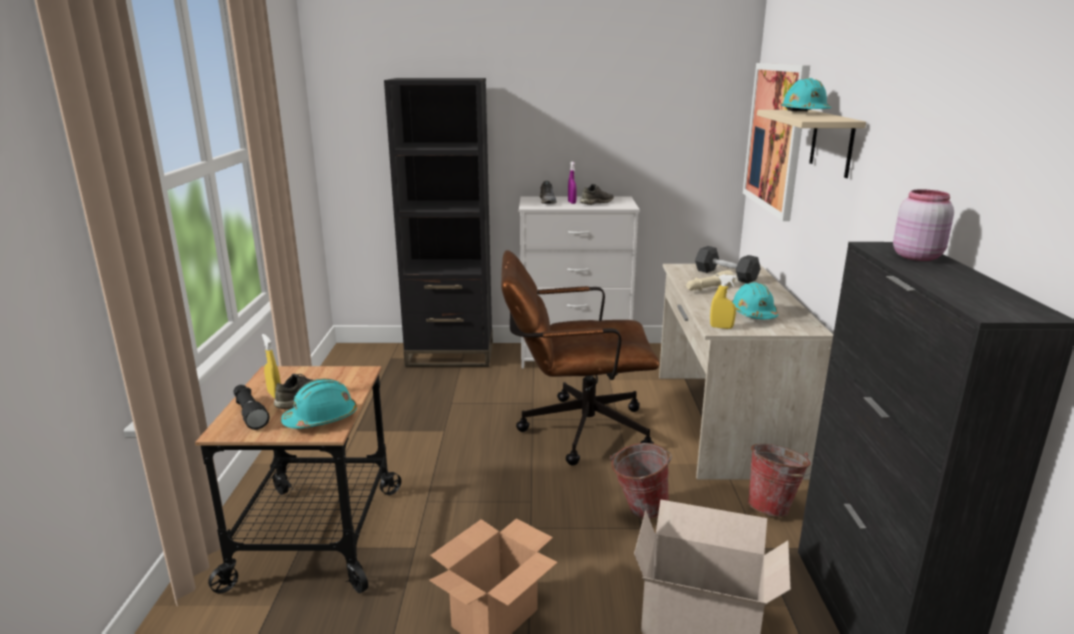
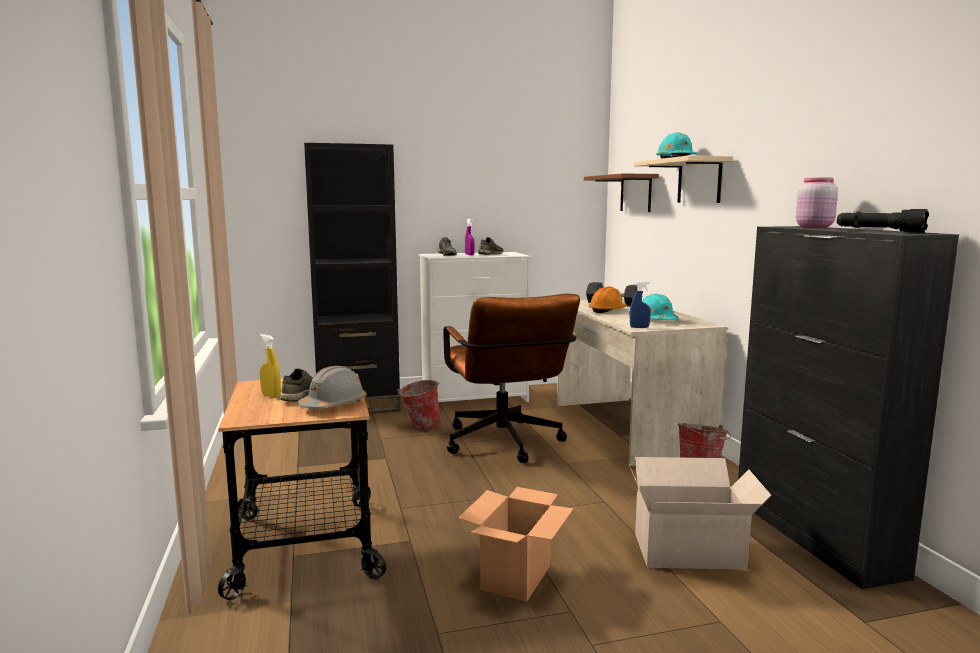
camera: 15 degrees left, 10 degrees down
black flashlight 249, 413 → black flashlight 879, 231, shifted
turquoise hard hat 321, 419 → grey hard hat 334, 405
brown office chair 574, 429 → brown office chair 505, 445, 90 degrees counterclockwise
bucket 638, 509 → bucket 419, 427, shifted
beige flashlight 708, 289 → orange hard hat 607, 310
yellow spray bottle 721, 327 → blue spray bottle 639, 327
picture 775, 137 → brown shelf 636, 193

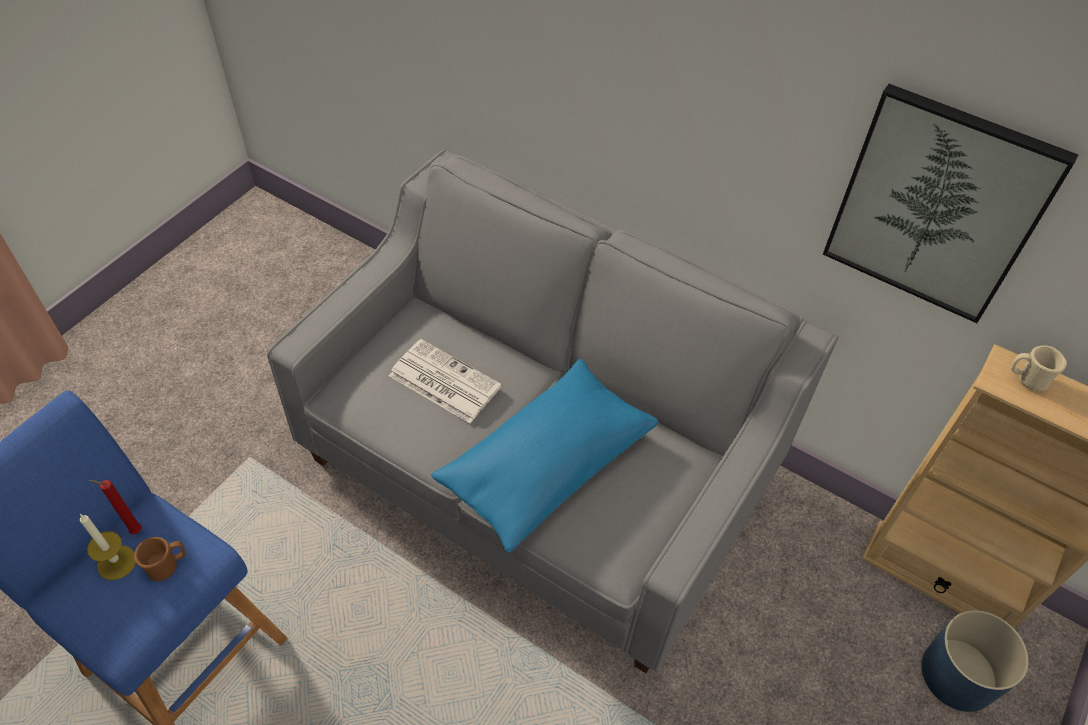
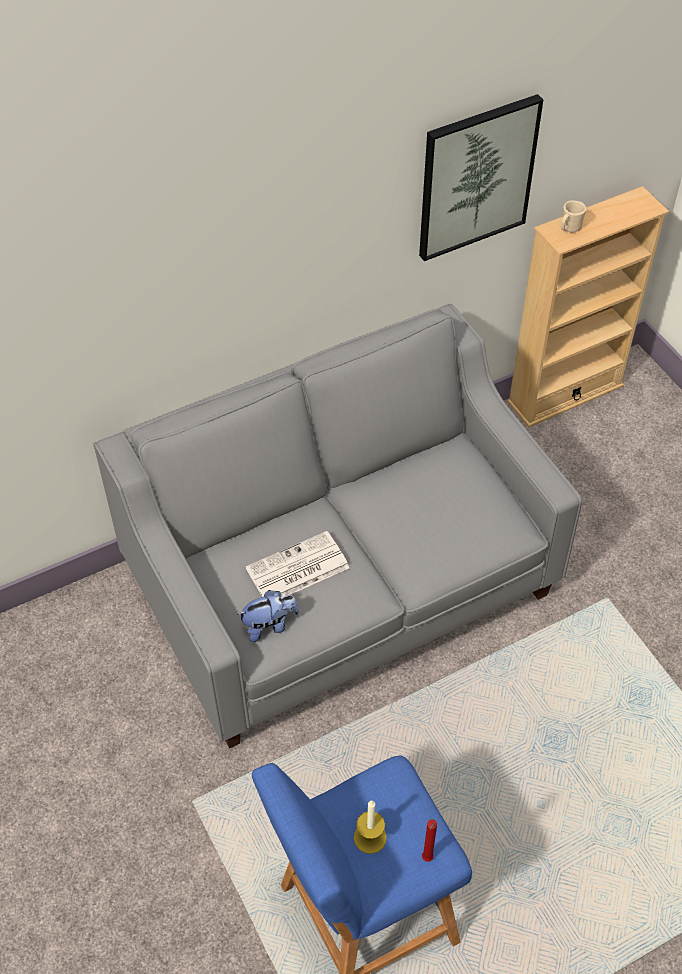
camera: 60 degrees left, 0 degrees up
red candle 134, 531 → red candle 426, 859, shifted
brown mug 167, 566 → -
blue pillow 546, 465 → -
blue planter 959, 674 → -
- → plush toy 269, 626

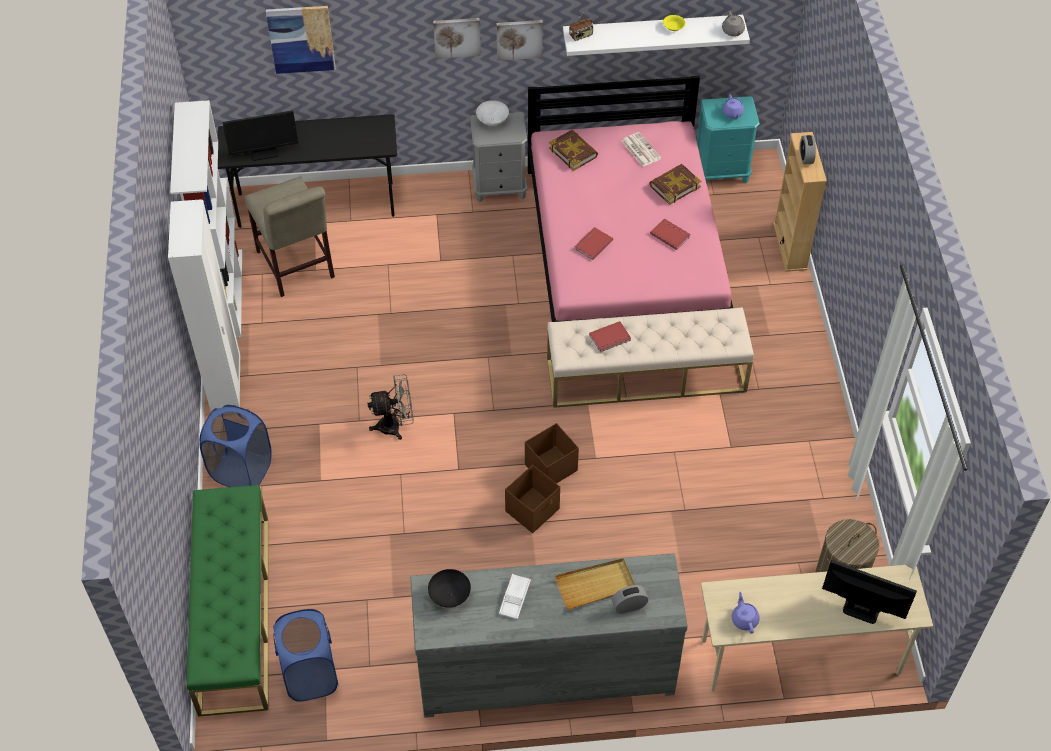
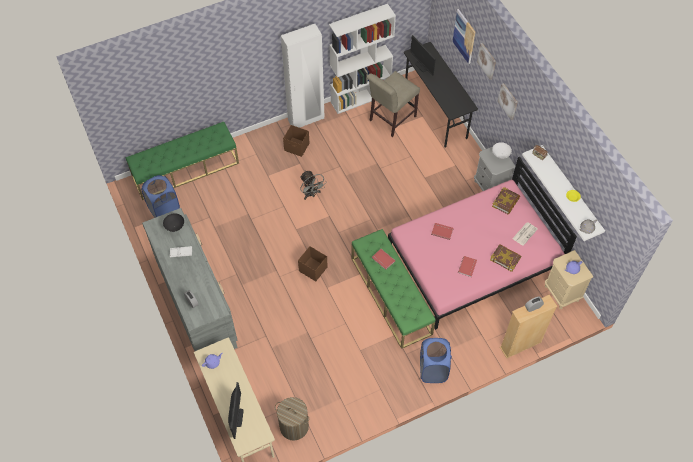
camera: 70 degrees right, 5 degrees up
blue laundry basket 241, 470 → blue laundry basket 433, 370, shifted
picture 519, 39 → picture 487, 61, shifted
brown storage box 533, 510 → brown storage box 297, 147, shifted
beige bench 646, 375 → green bench 391, 296
beige tray 595, 585 → -
turquoise nightstand 722, 171 → beige nightstand 562, 293

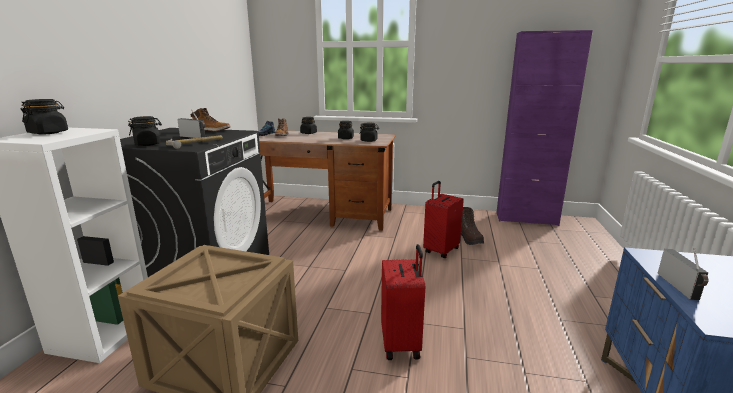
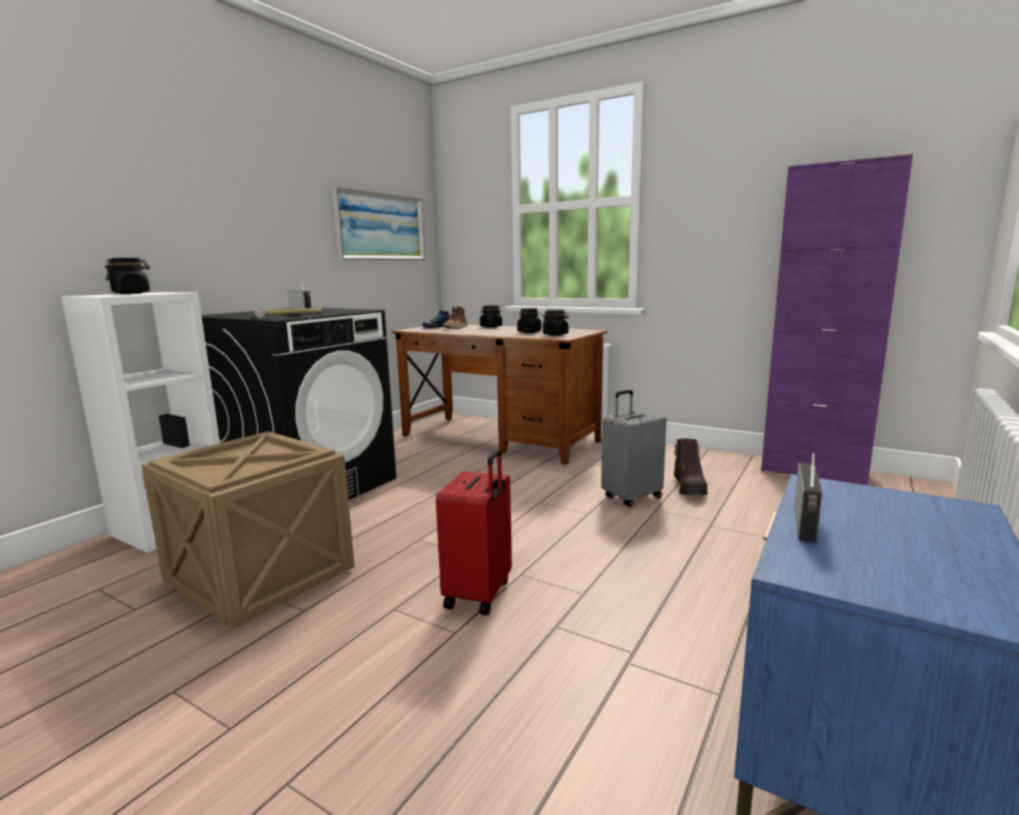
camera: 20 degrees right, 5 degrees down
black jar 148, 144 → -
boot 212, 130 → -
red suitcase 440, 250 → grey suitcase 631, 497
- → picture 381, 227

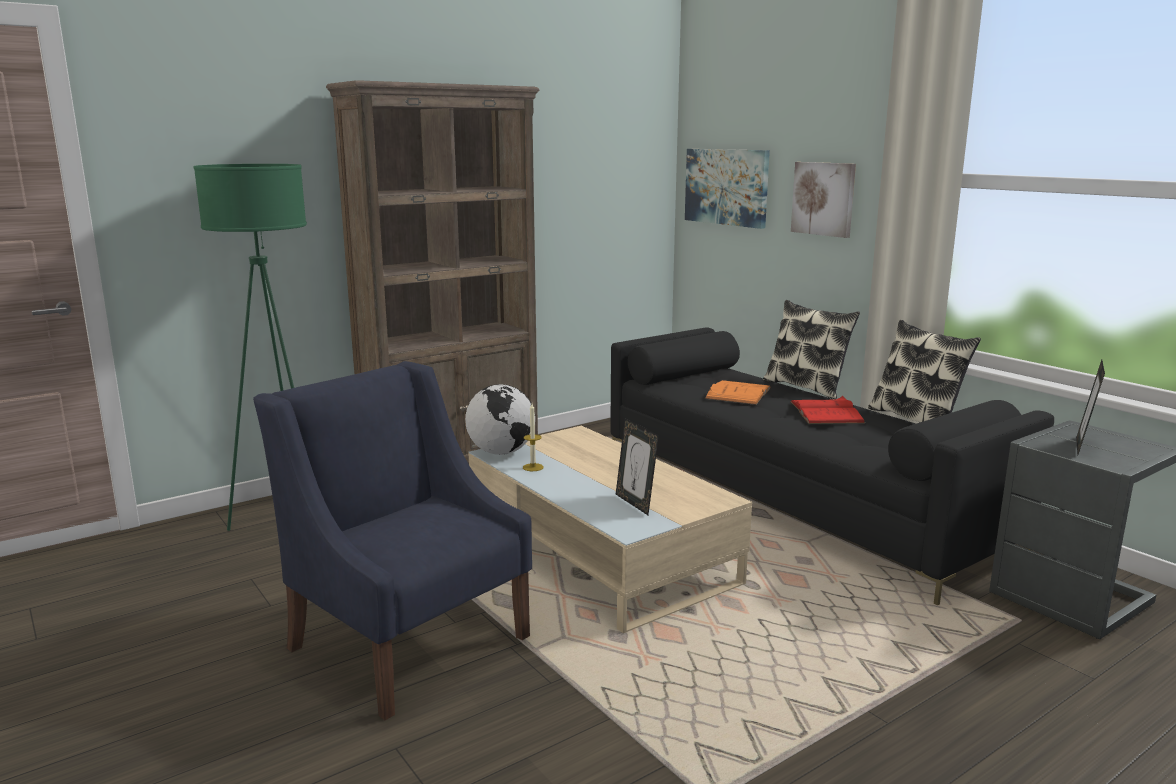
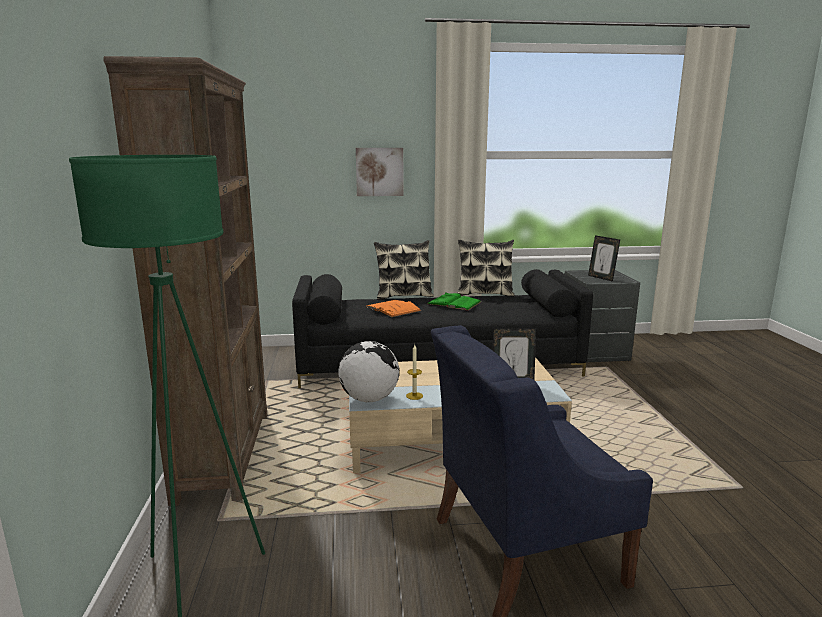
camera: 60 degrees left, 0 degrees up
picture 727, 187 → -
red book 826, 412 → green book 454, 303

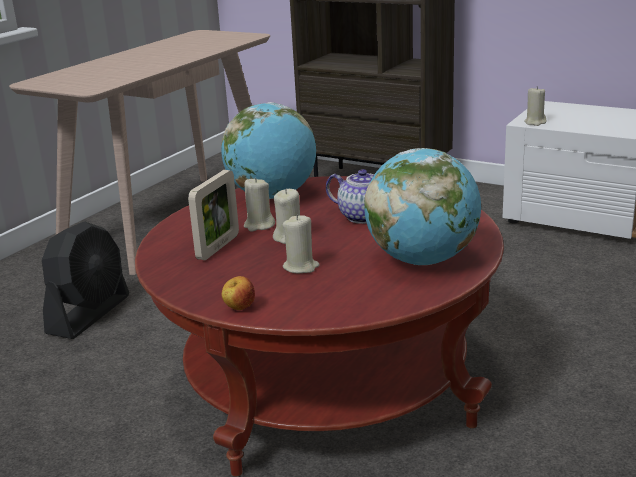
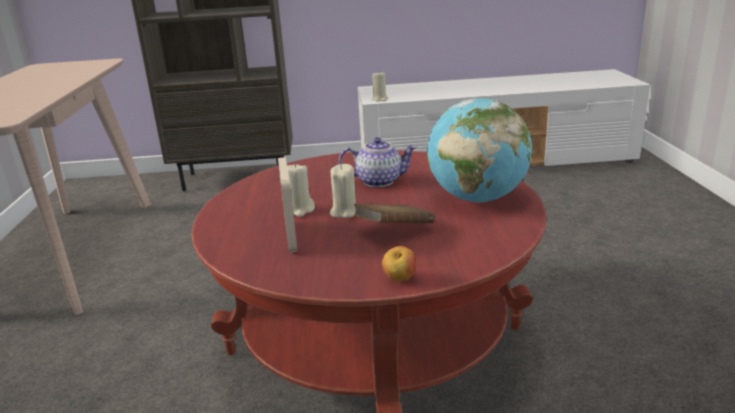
camera: 35 degrees left, 0 degrees up
black fan 89, 314 → -
globe 273, 196 → -
beige candle 301, 267 → brown book 394, 231

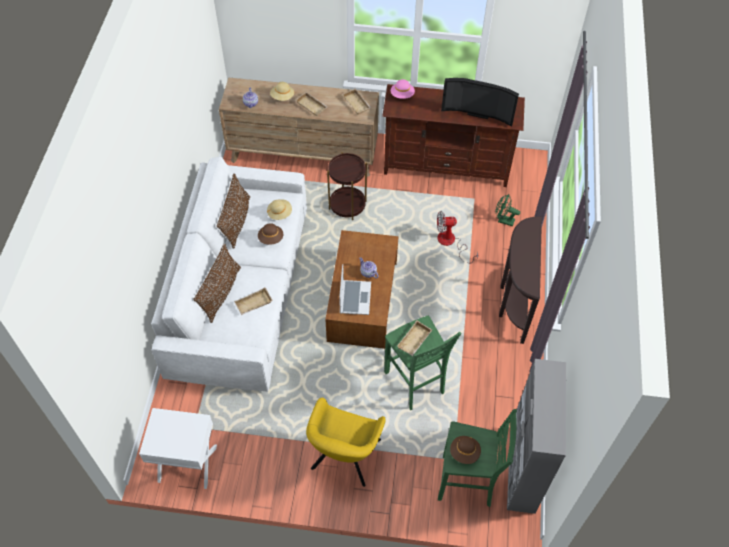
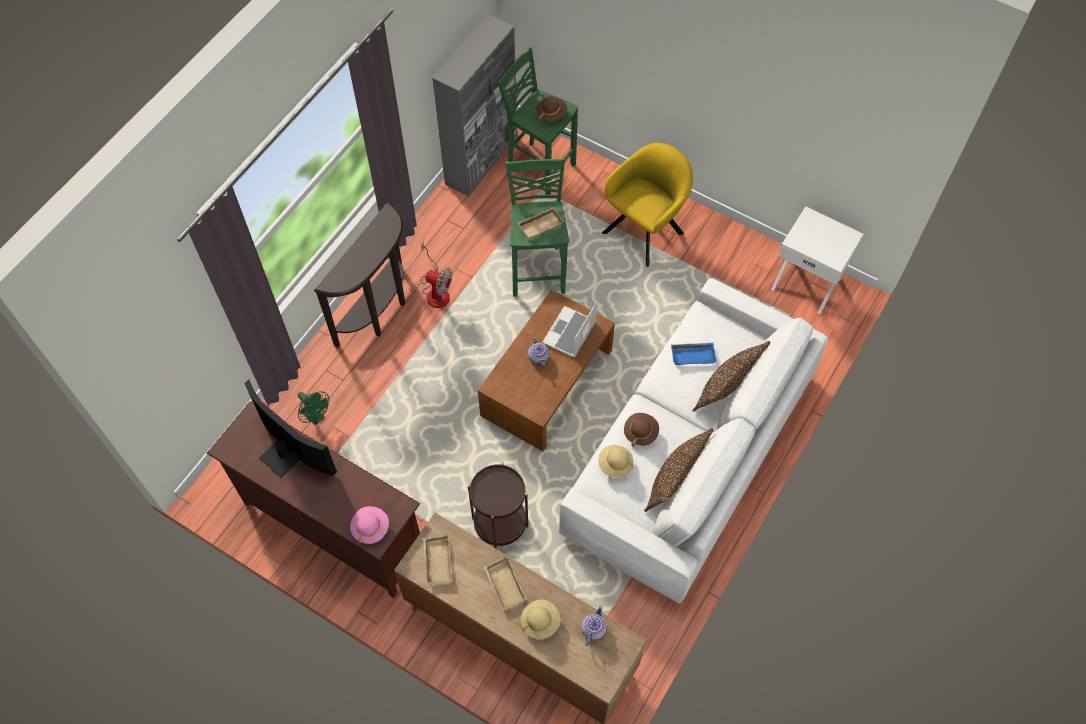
camera: 155 degrees left, 5 degrees up
beige tray 253, 304 → blue tray 693, 354
fan 450, 243 → fan 436, 291, shifted

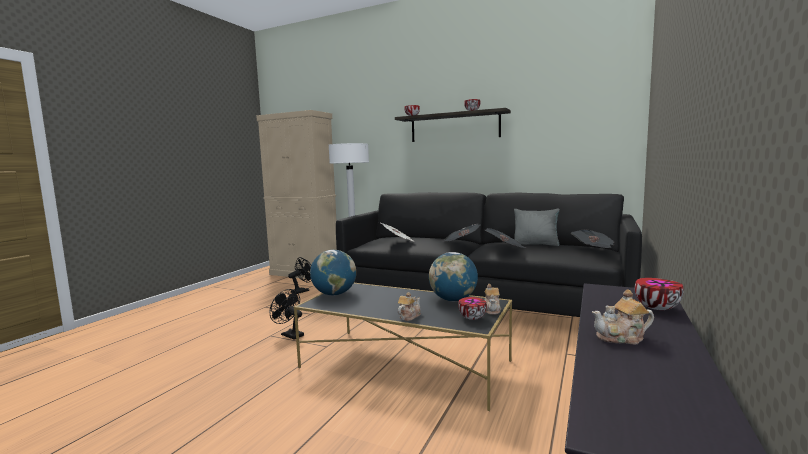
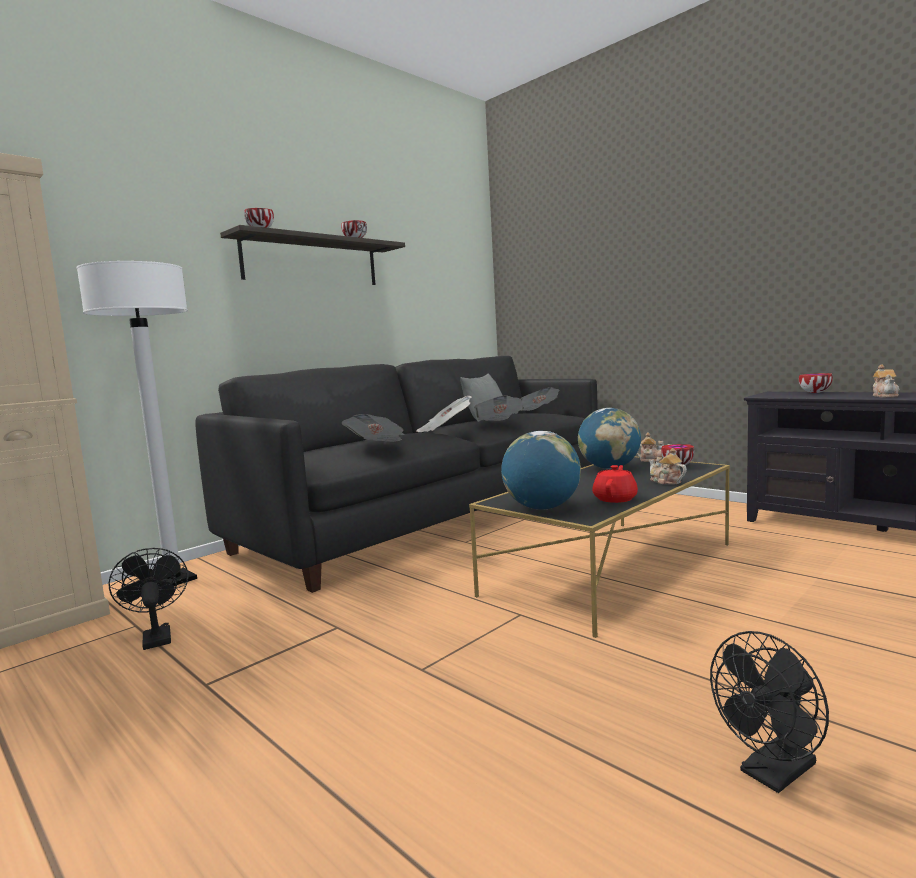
camera: 70 degrees left, 0 degrees up
black fan 289, 335 → black fan 772, 774, shifted
- → red teapot 615, 499

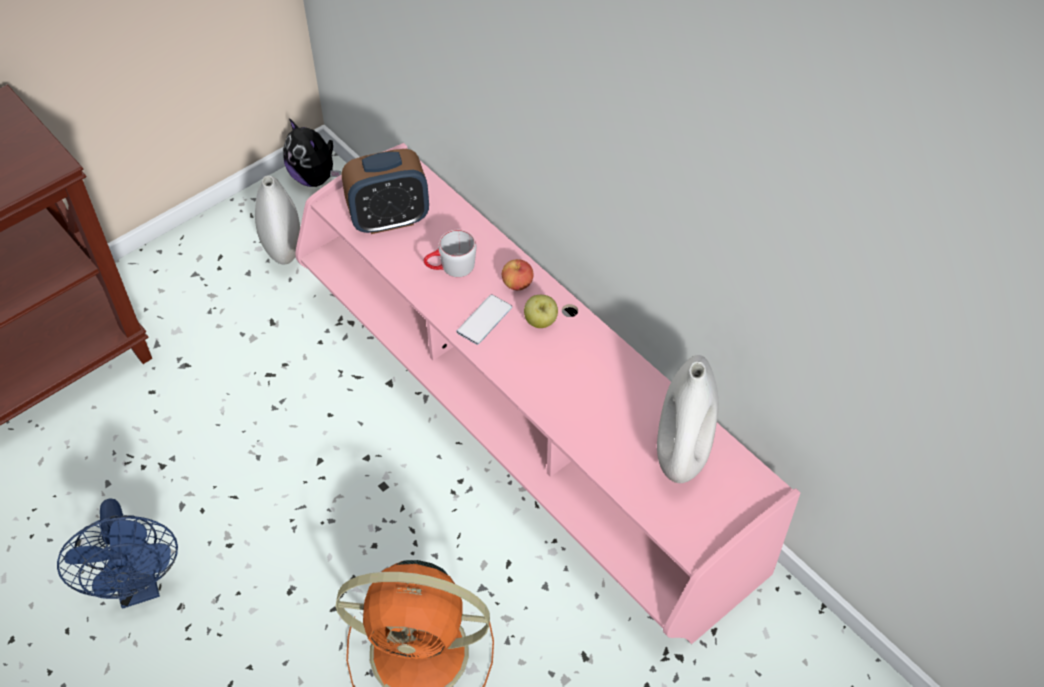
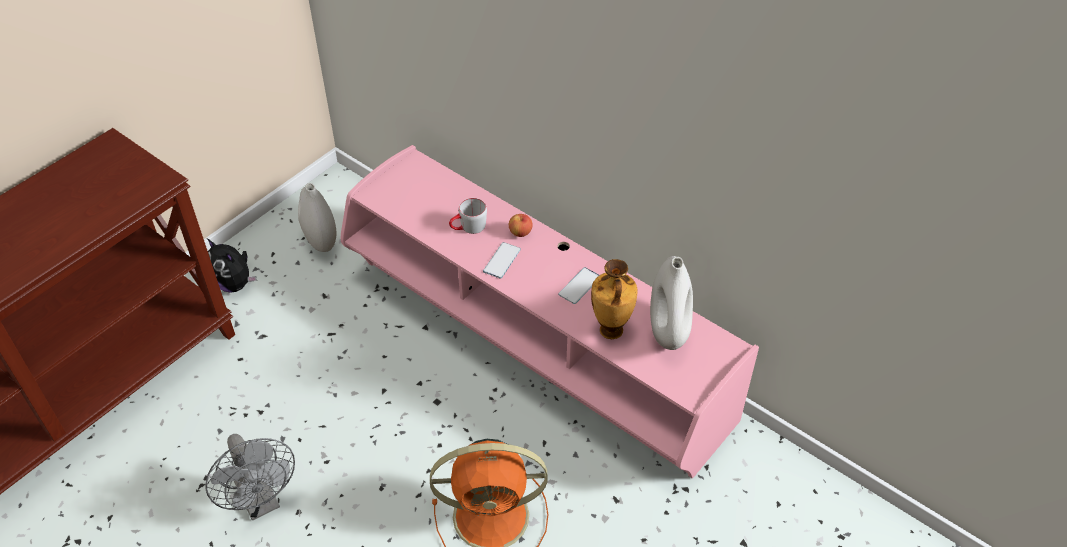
camera: 10 degrees left, 5 degrees down
blue fan 139, 586 → grey fan 261, 502
plush toy 315, 177 → plush toy 234, 284, shifted
alarm clock 389, 219 → -
apple 540, 322 → -
- → phone 579, 286
- → vase 610, 331

